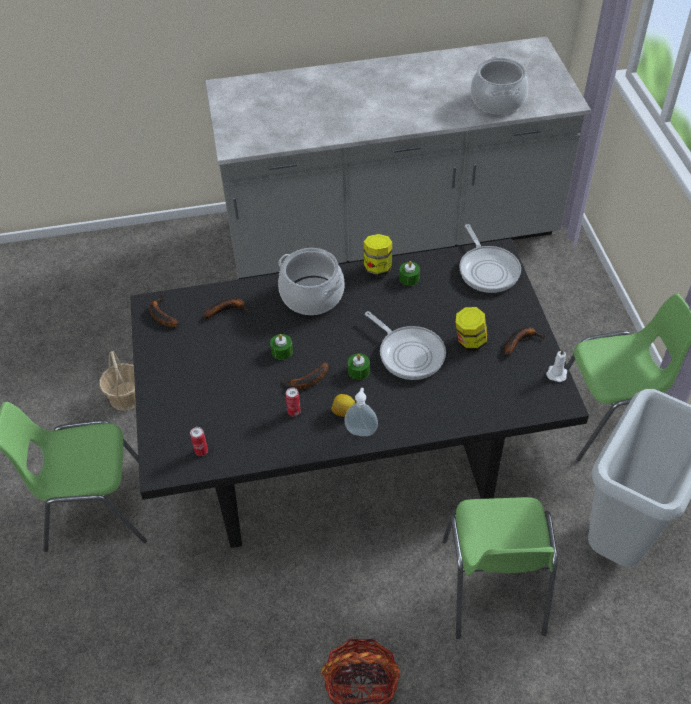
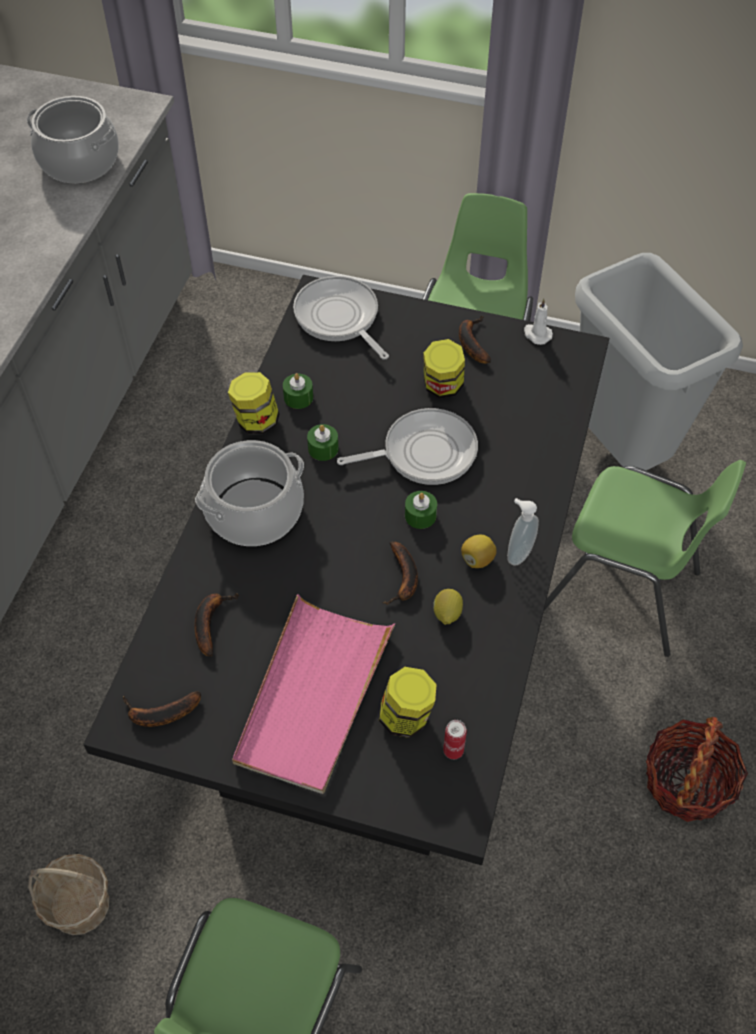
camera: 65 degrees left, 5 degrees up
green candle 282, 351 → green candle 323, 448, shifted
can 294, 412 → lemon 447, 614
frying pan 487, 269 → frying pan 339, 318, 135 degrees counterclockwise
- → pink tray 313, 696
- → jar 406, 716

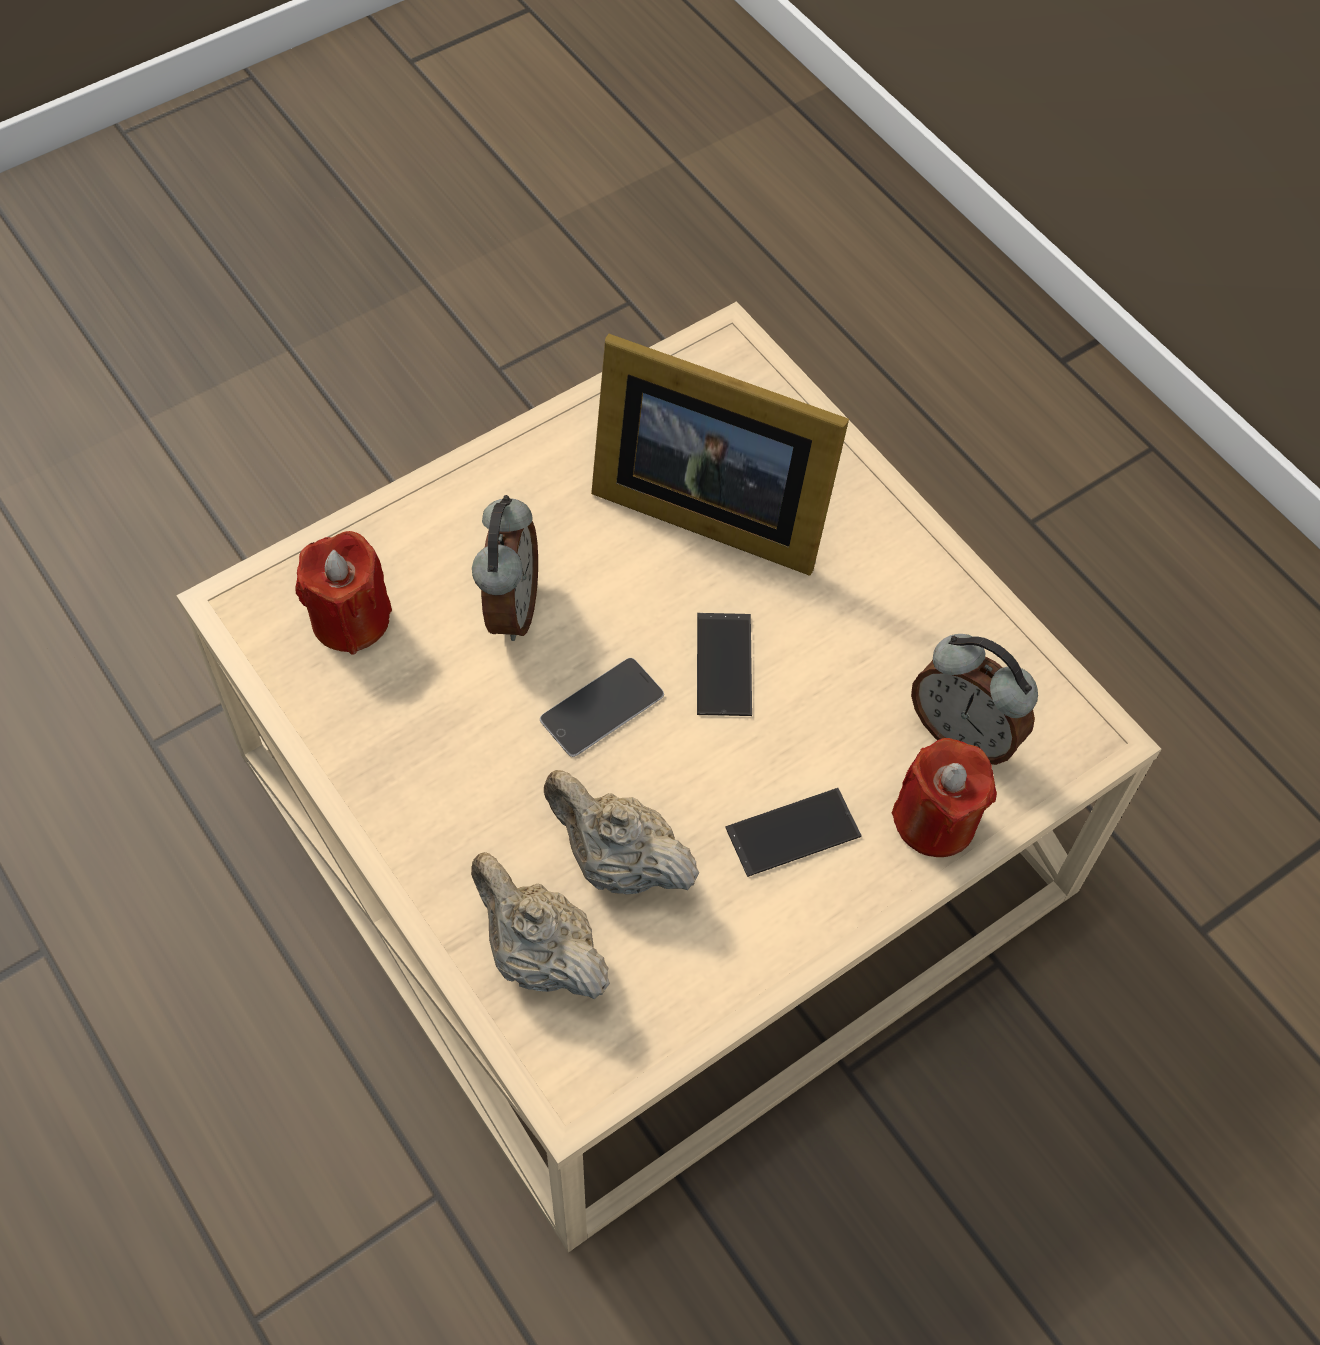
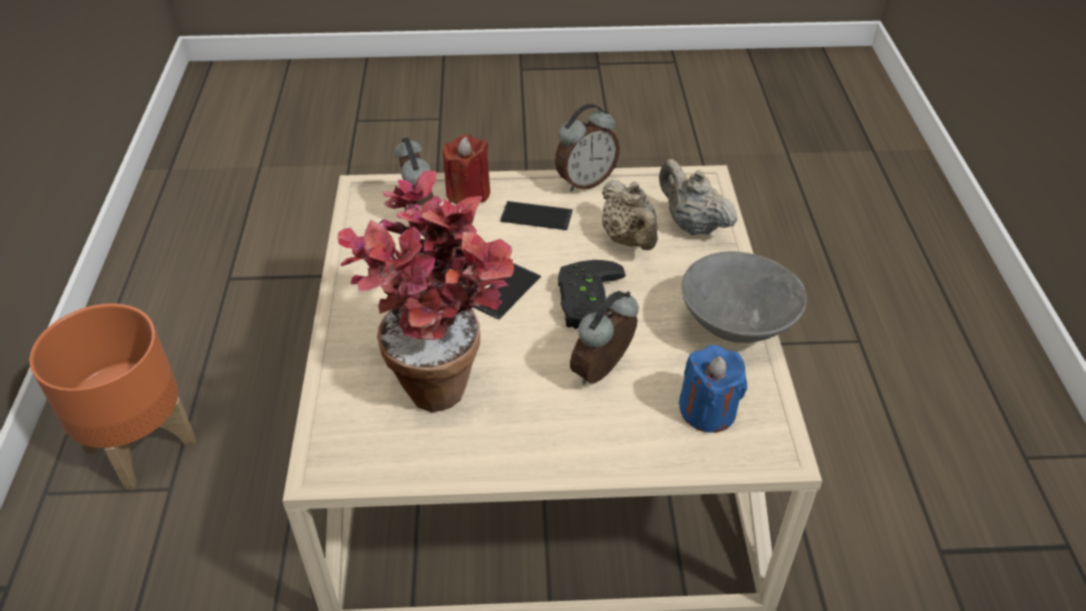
camera: 145 degrees left, 15 degrees down
red candle 350, 619 → blue candle 708, 411
beige teapot 538, 953 → beige teapot 692, 225, 150 degrees clockwise
phone 602, 707 → black game controller 588, 301
picture frame 705, 505 → potted plant 440, 373
- → orange planter 140, 445
- → alarm clock 585, 181
- → grey bowl 737, 327

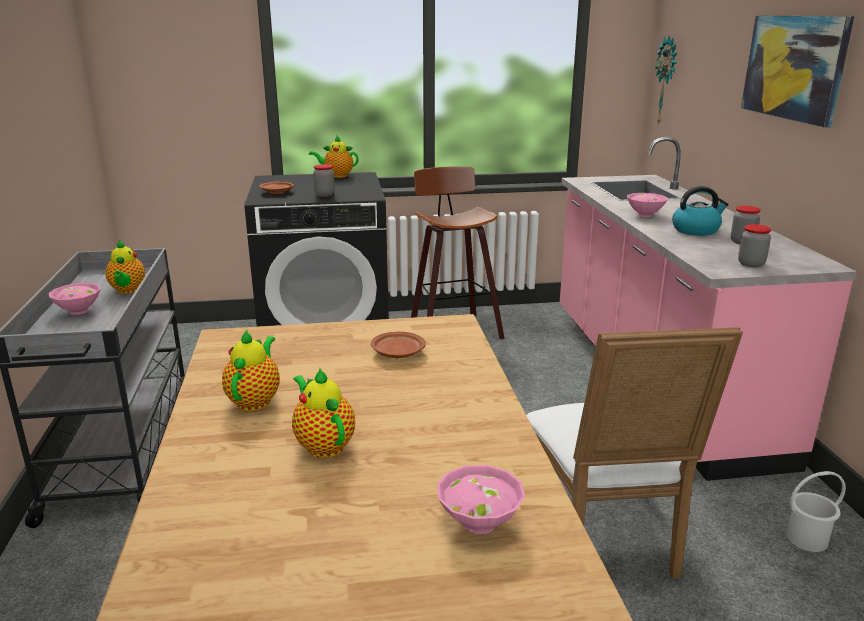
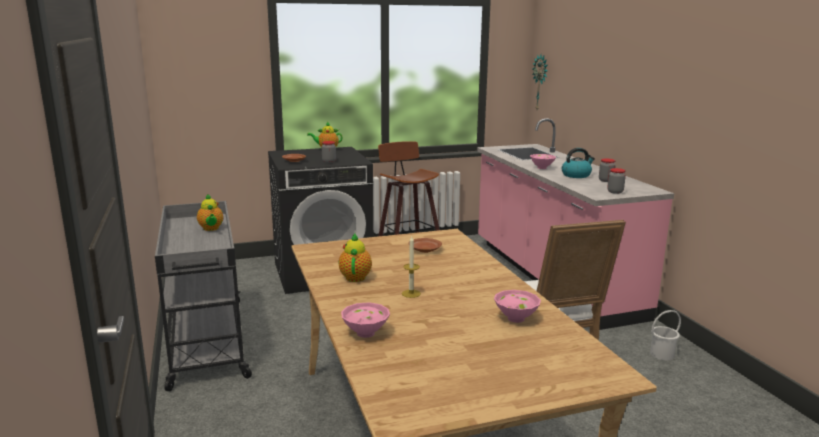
camera: 10 degrees left, 5 degrees down
pink bowl 78, 312 → pink bowl 365, 334, shifted
teapot 323, 444 → candle 411, 293
picture 794, 67 → -

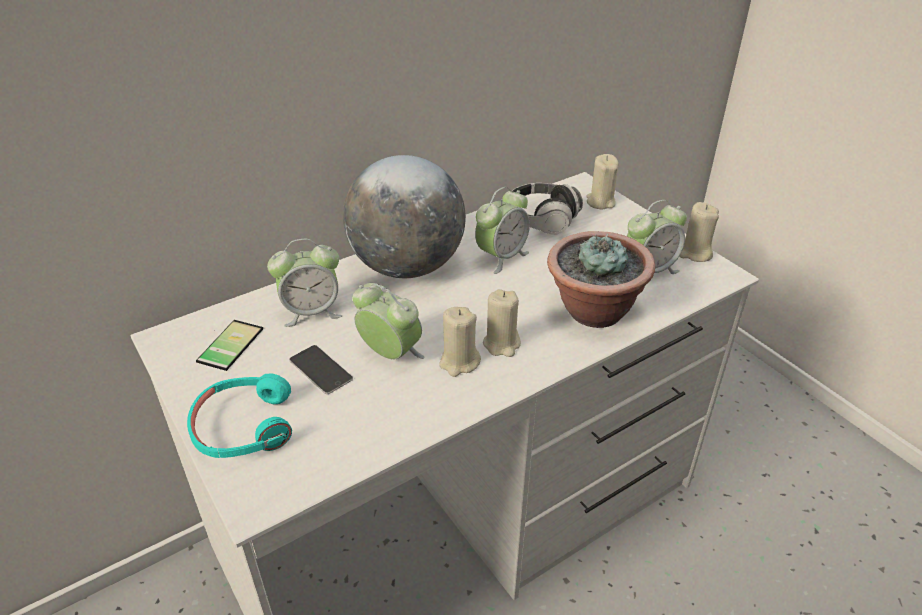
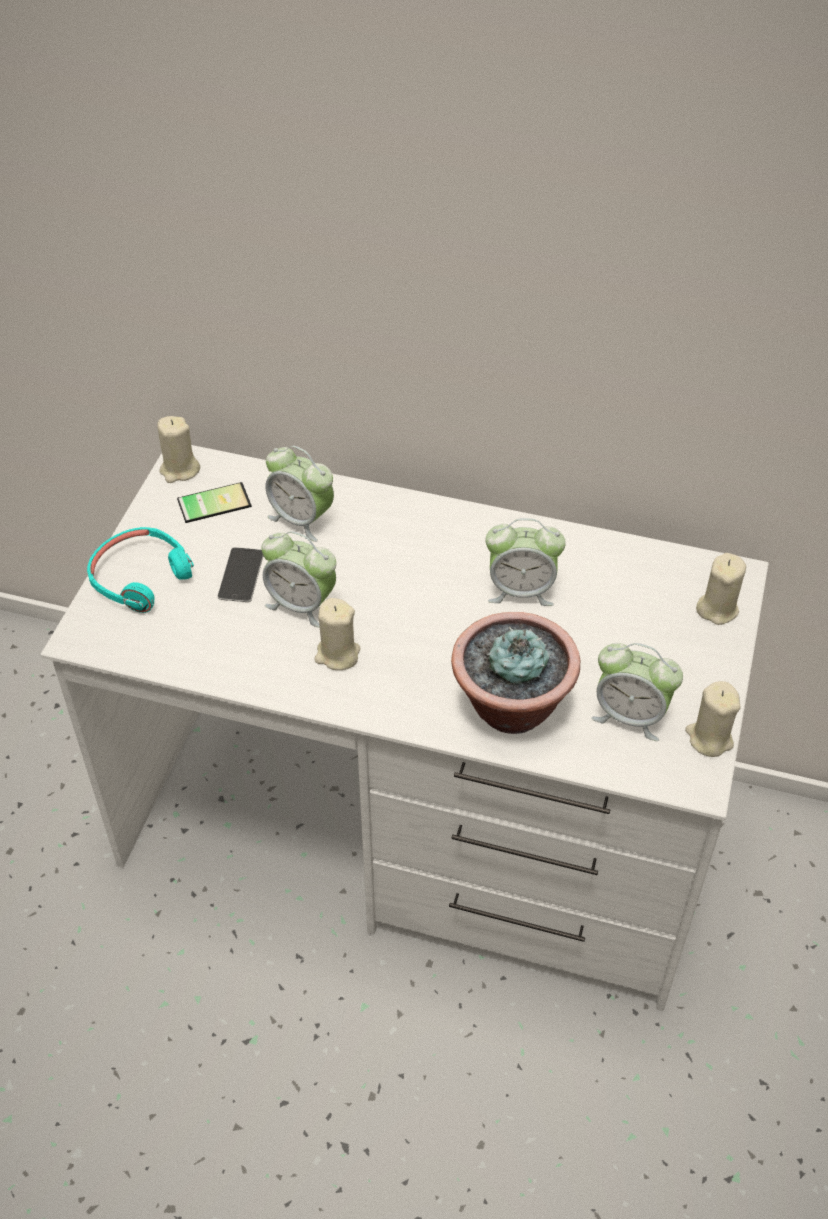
camera: 50 degrees right, 10 degrees up
globe 406, 266 → -
alarm clock 390, 354 → alarm clock 301, 604, 120 degrees clockwise
beige candle 502, 344 → beige candle 179, 470, shifted
headphones 542, 220 → -

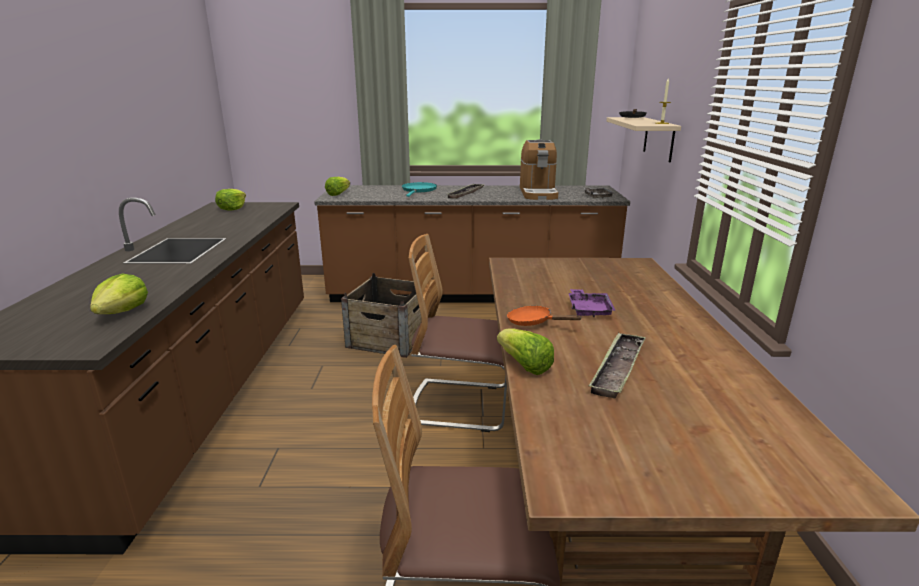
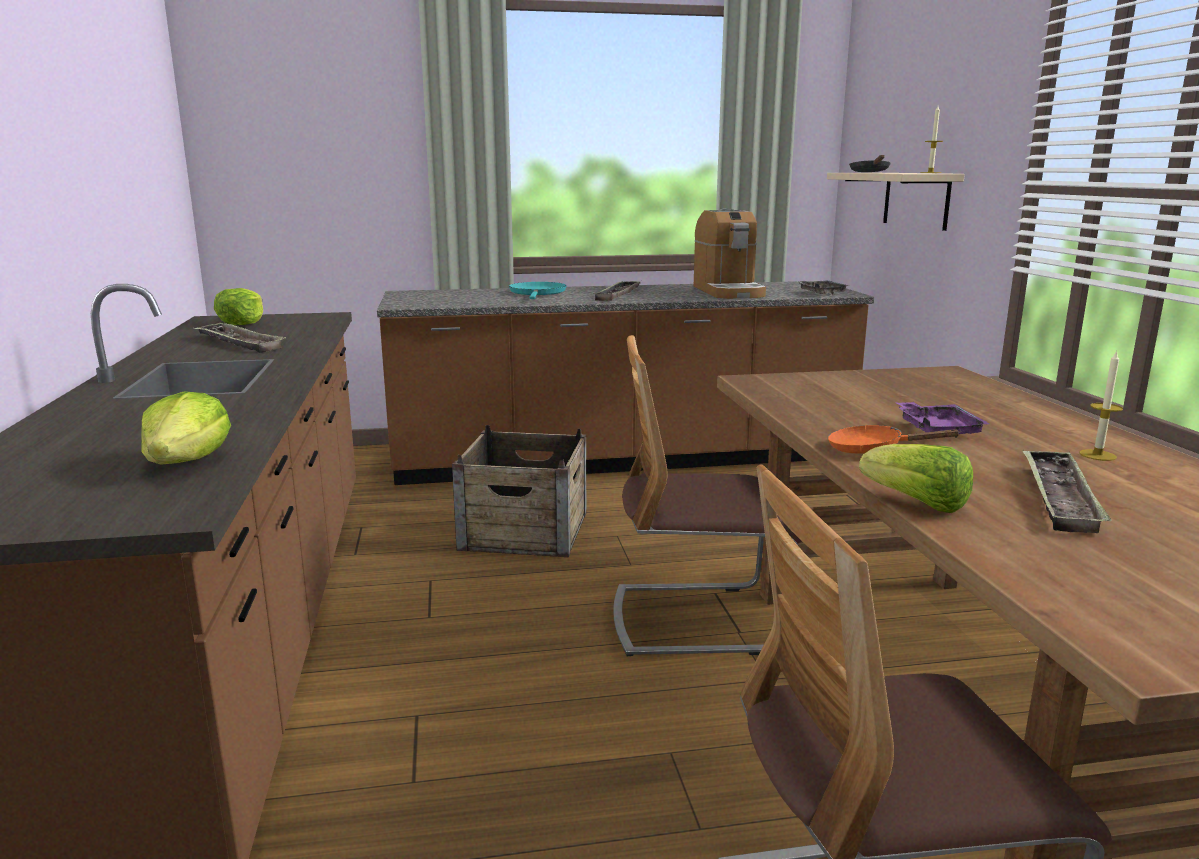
camera: 10 degrees left, 5 degrees down
lettuce 338, 194 → -
- → tray 239, 343
- → candle 1097, 455

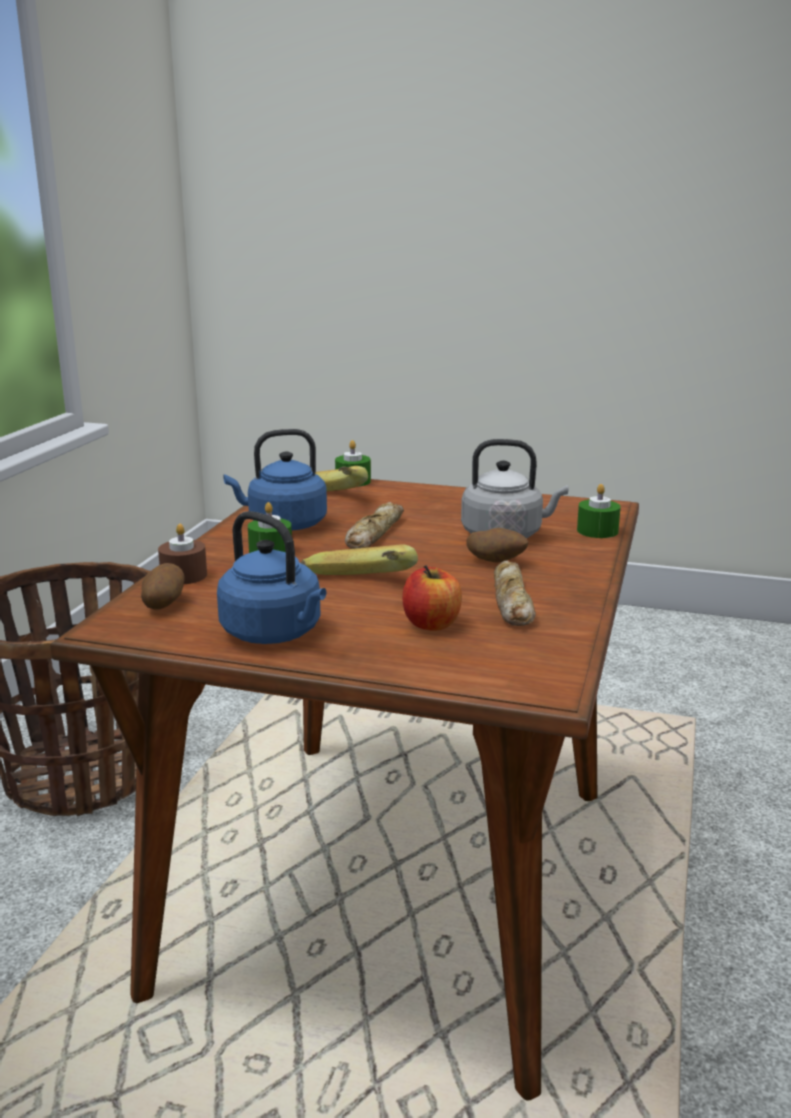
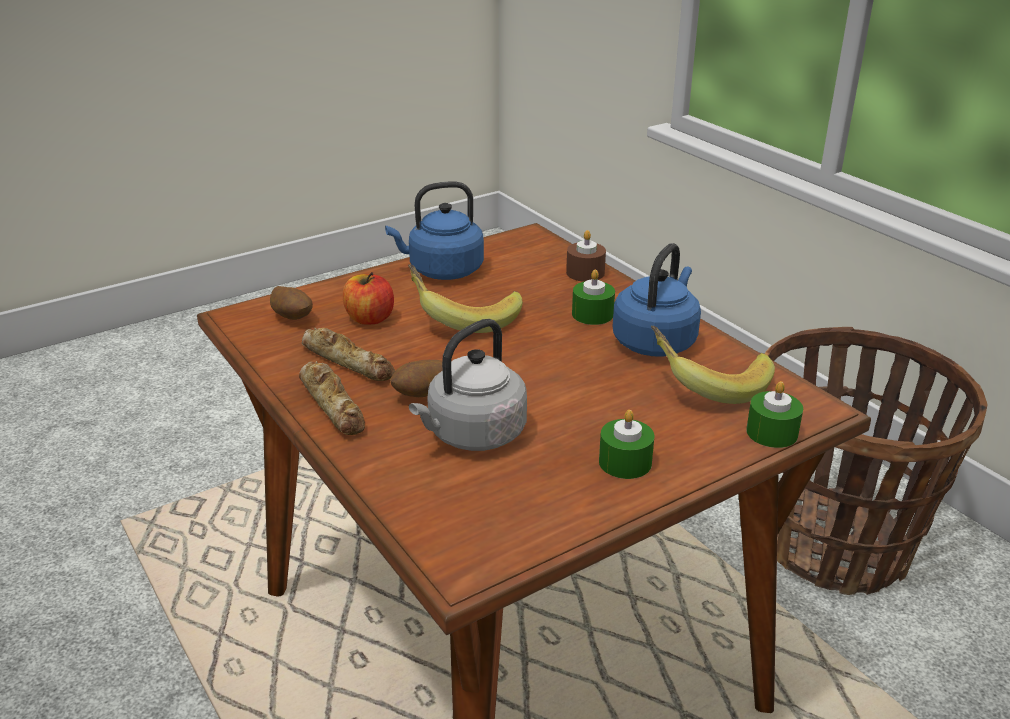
camera: 130 degrees right, 10 degrees up
potato 163, 605 → potato 293, 318, shifted
bread 373, 533 → bread 333, 404, shifted
green candle 597, 531 → green candle 625, 462, shifted

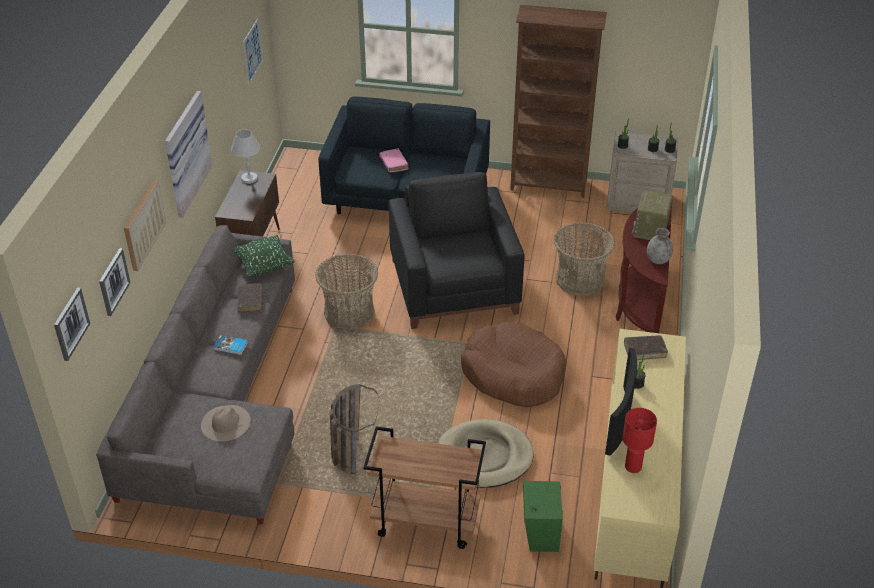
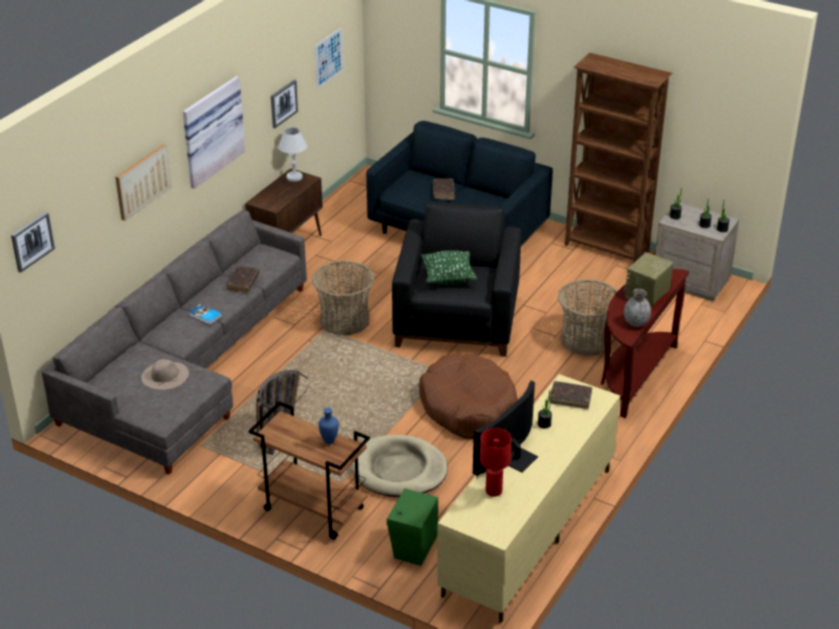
camera: 20 degrees right, 5 degrees down
picture 113, 281 → picture 283, 103, shifted
green pillow 264, 266 → green pillow 448, 278, shifted
pink book 393, 163 → brown book 443, 192
- → blue vase 330, 441

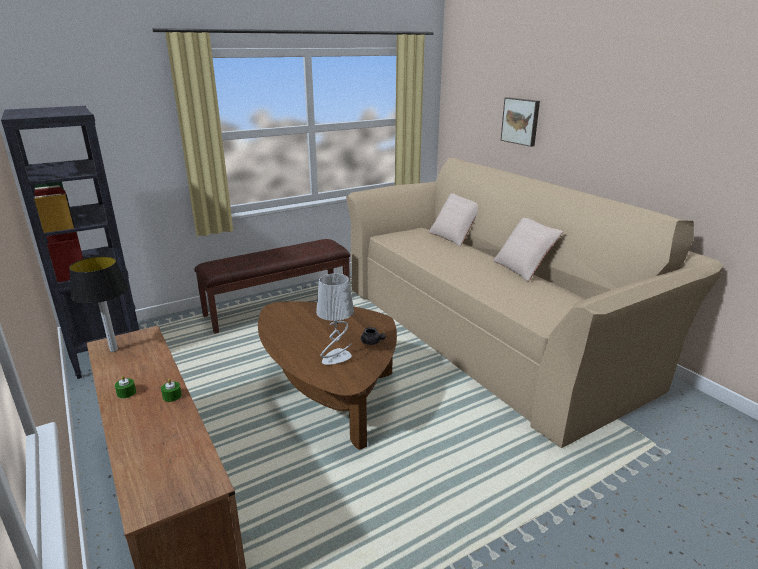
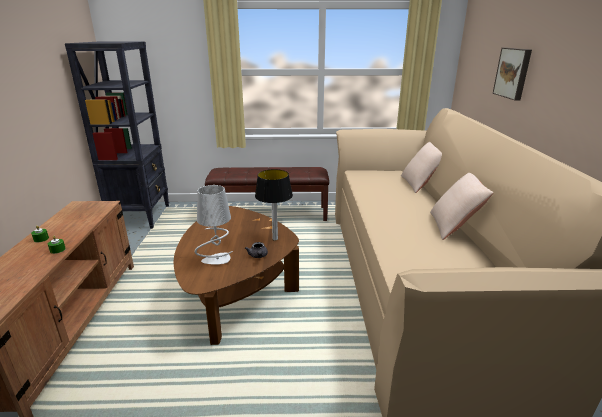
camera: 30 degrees right, 0 degrees up
table lamp 114, 350 → table lamp 275, 239, shifted

